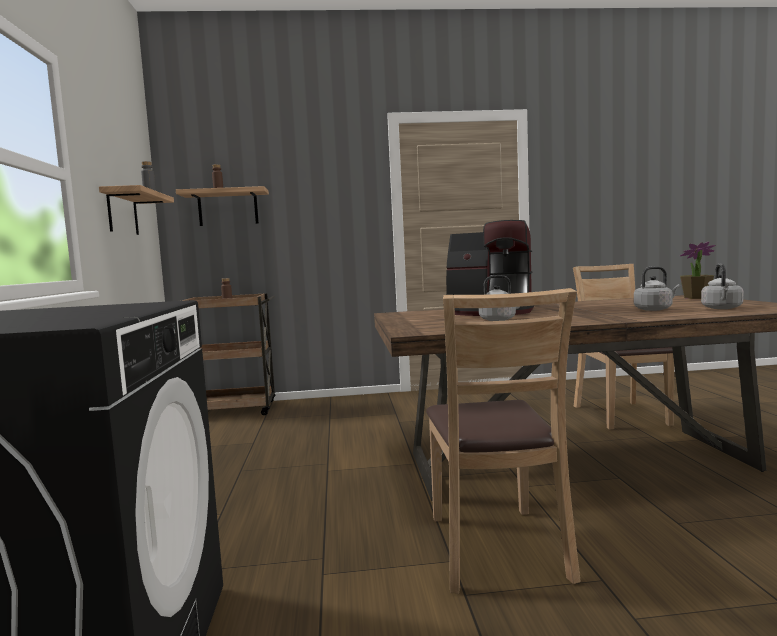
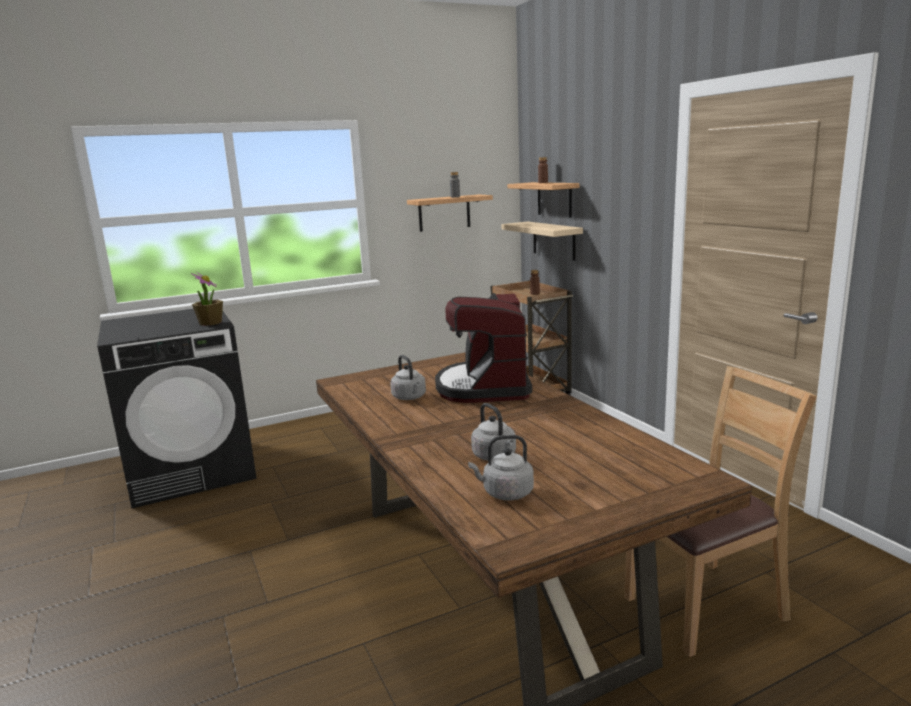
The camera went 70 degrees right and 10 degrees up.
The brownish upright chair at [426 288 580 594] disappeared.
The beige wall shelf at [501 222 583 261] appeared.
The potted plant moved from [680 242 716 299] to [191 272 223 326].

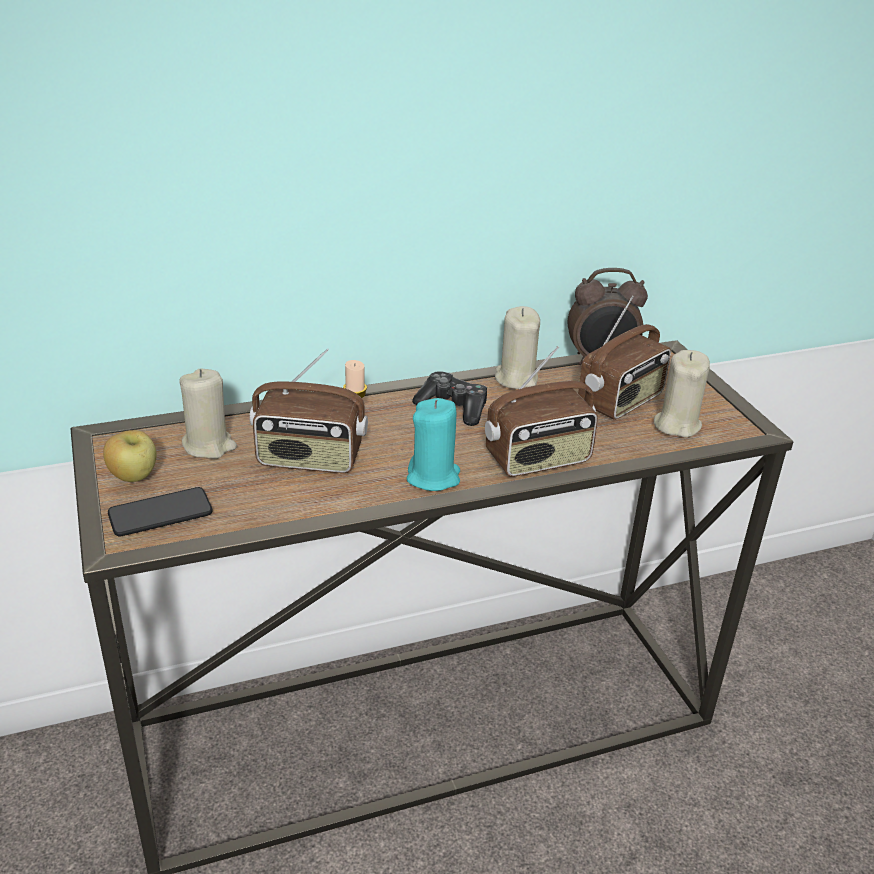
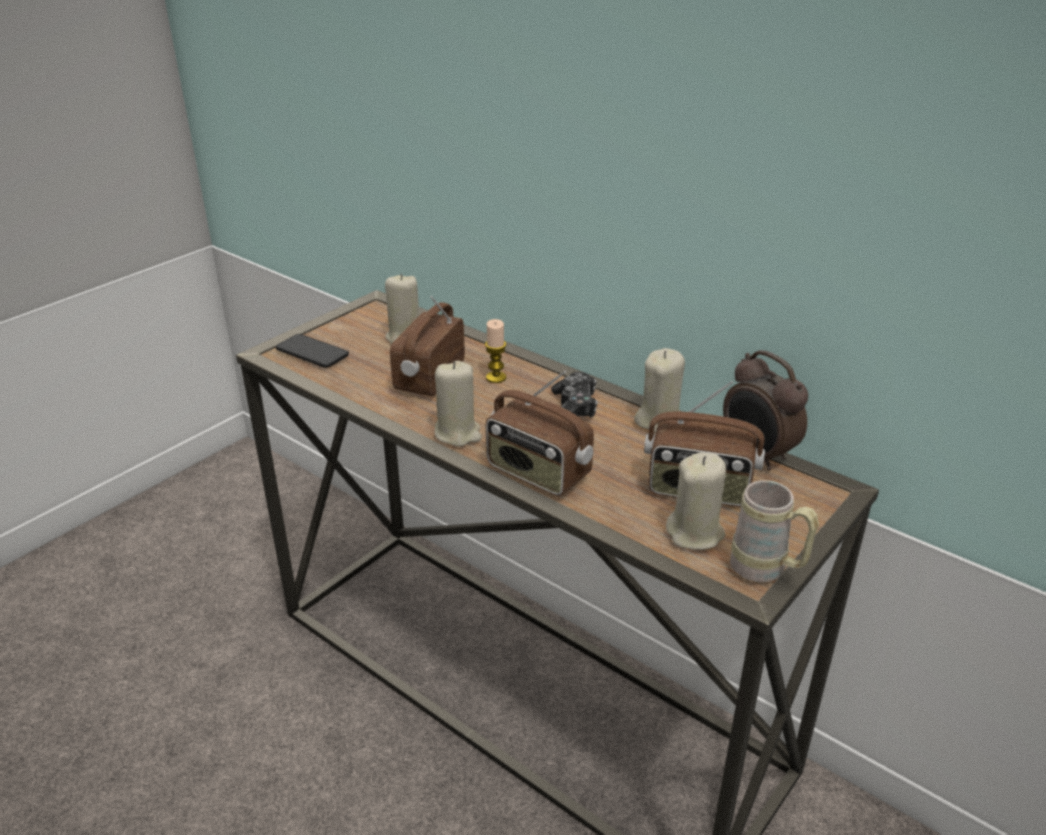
The camera went 60 degrees right and 0 degrees up.
The apple fruit at [103 430 157 482] disappeared.
The beige tea mug at [730 480 819 582] appeared.
The blue-green wax light at [406 398 460 491] became the beige wax light at [435 361 482 447].
The radio set at [249 348 368 473] turned 45 degrees clockwise.

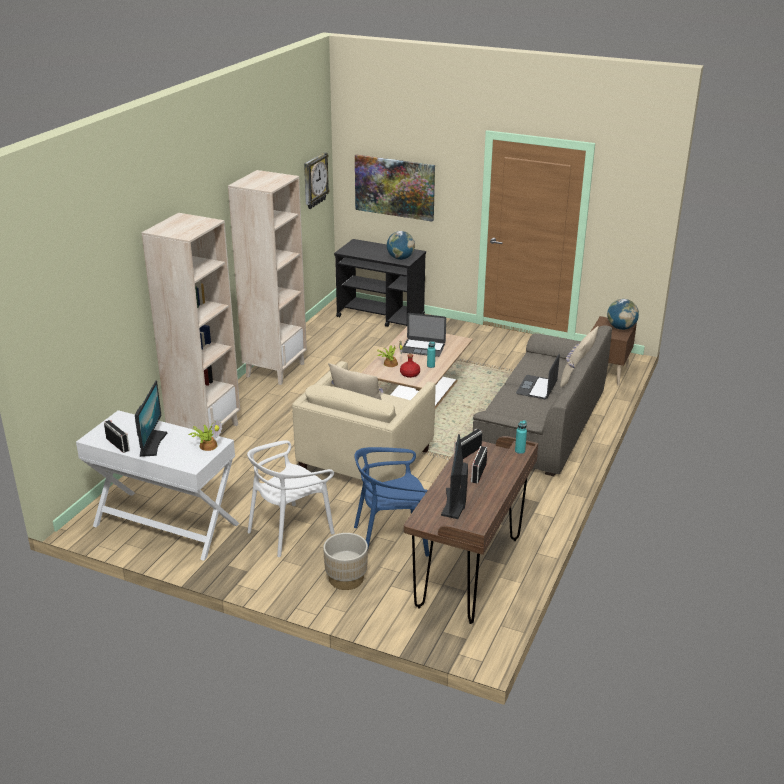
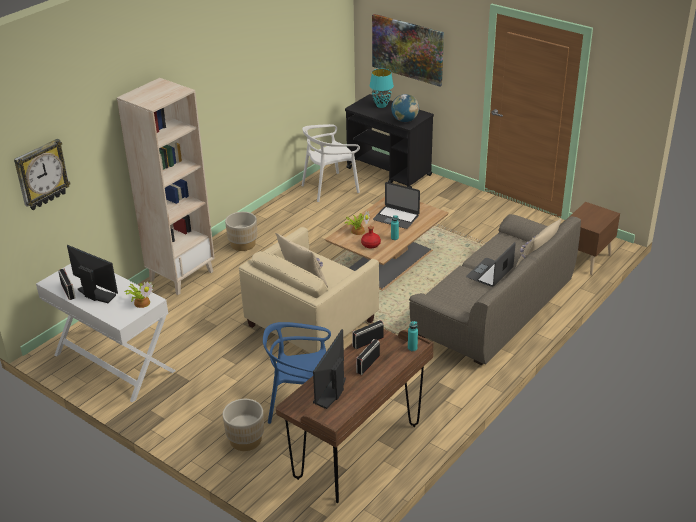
The camera went 15 degrees right and 5 degrees up.
The beige shelving unit at [228 170 307 385] disappeared.
The globe at [607 299 639 330] disappeared.
The beige planter at [225 212 257 251] appeared.
The blue-green tabletop lamp at [369 69 394 108] appeared.
The whitish upright chair moved from [247 440 335 557] to [302 124 360 202].
The clock on the wall moved from [304 152 330 209] to [14 139 70 210].
The computer screen at [135 381 168 457] turned 75 degrees counterclockwise.

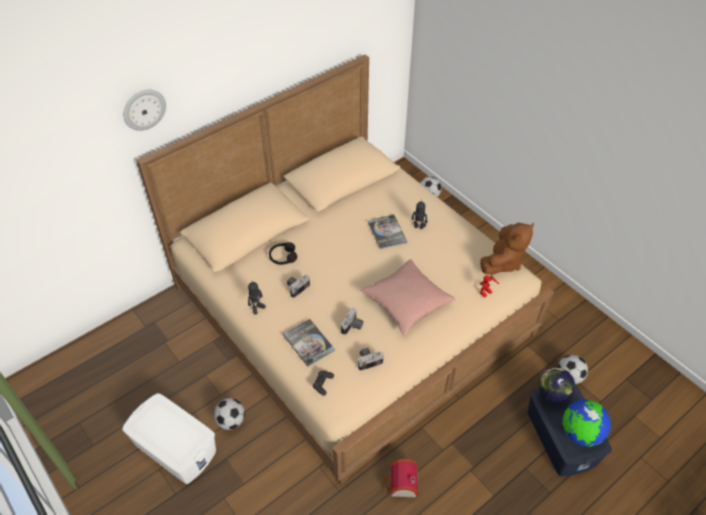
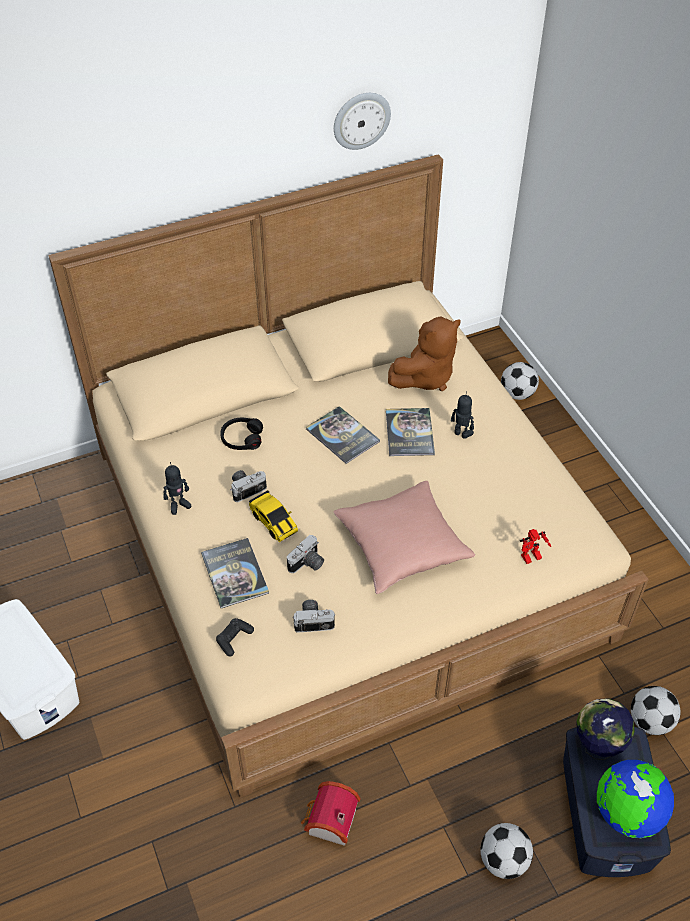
The camera went 15 degrees right and 0 degrees up.
The miniature car at [249 490 298 542] appeared.
The bound book at [306 406 380 464] appeared.
The clock on the wall moved from [123 90 166 131] to [334 93 391 150].
The football moved from [214 398 245 430] to [480 823 533 879].
The brownish soft toy moved from [480 223 534 275] to [388 316 461 391].

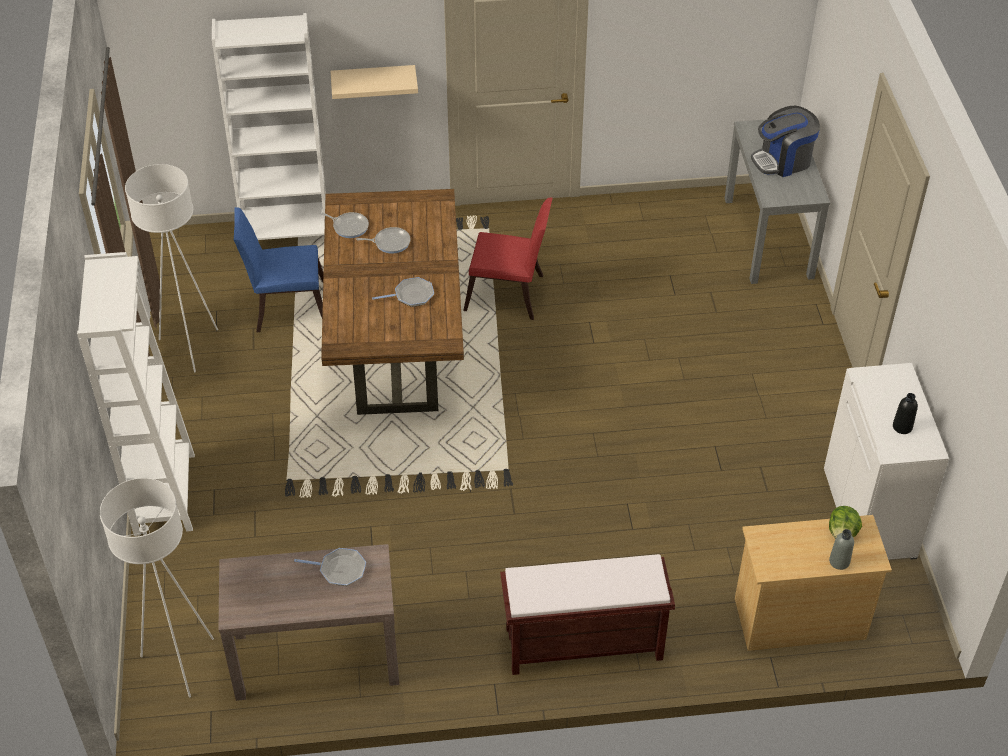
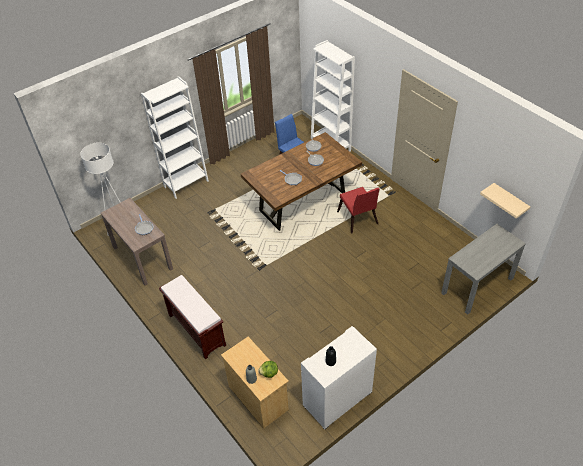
The camera went 60 degrees right and 0 degrees up.
The whitish standing lamp at [125 164 218 373] disappeared.
The coffee maker at [751 106 820 177] disappeared.
The beige wall shelf moved from [330 65 418 99] to [480 183 531 219].

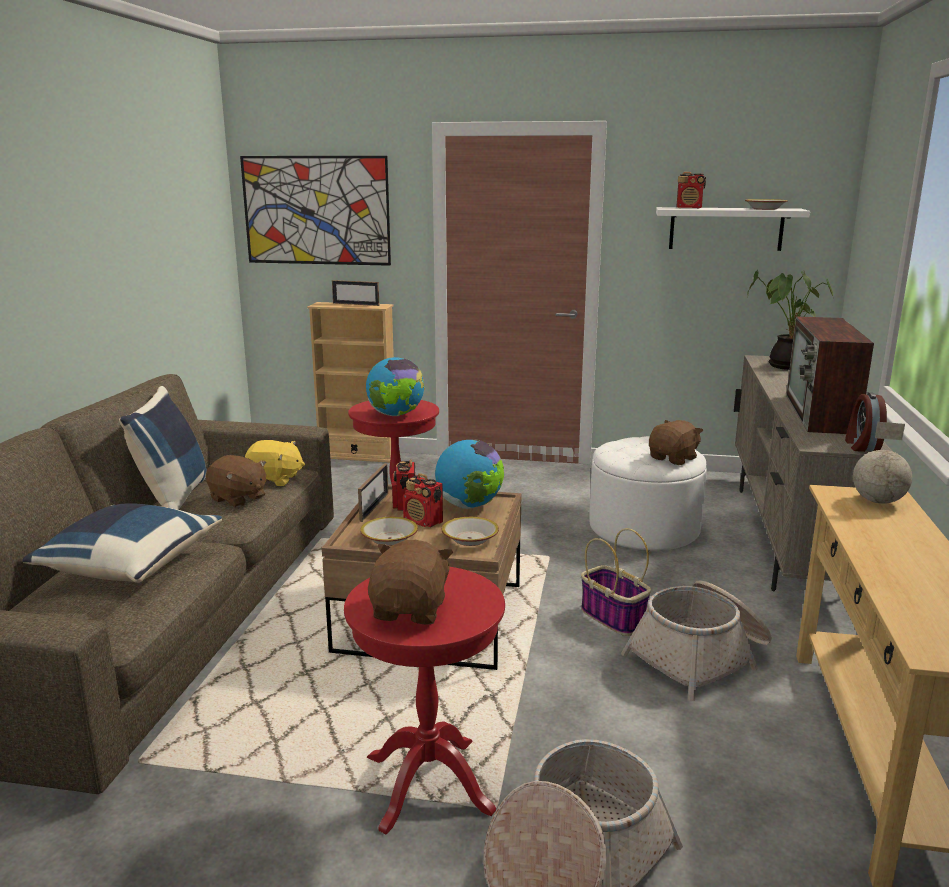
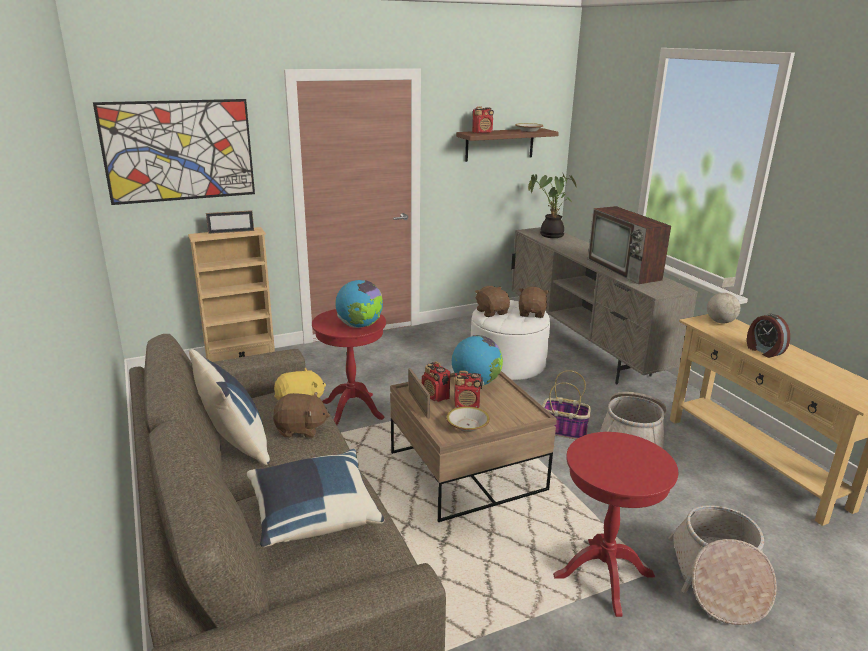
The camera went 35 degrees left and 5 degrees up.
The bowl at [442 517 499 546] disappeared.
The brownish soft toy moved from [368 540 453 625] to [475 286 510 317].
The table clock moved from [845 392 887 452] to [747 313 790 358].
The whitish wall shelf at [656 207 810 251] became the brownish wall shelf at [456 128 559 162].

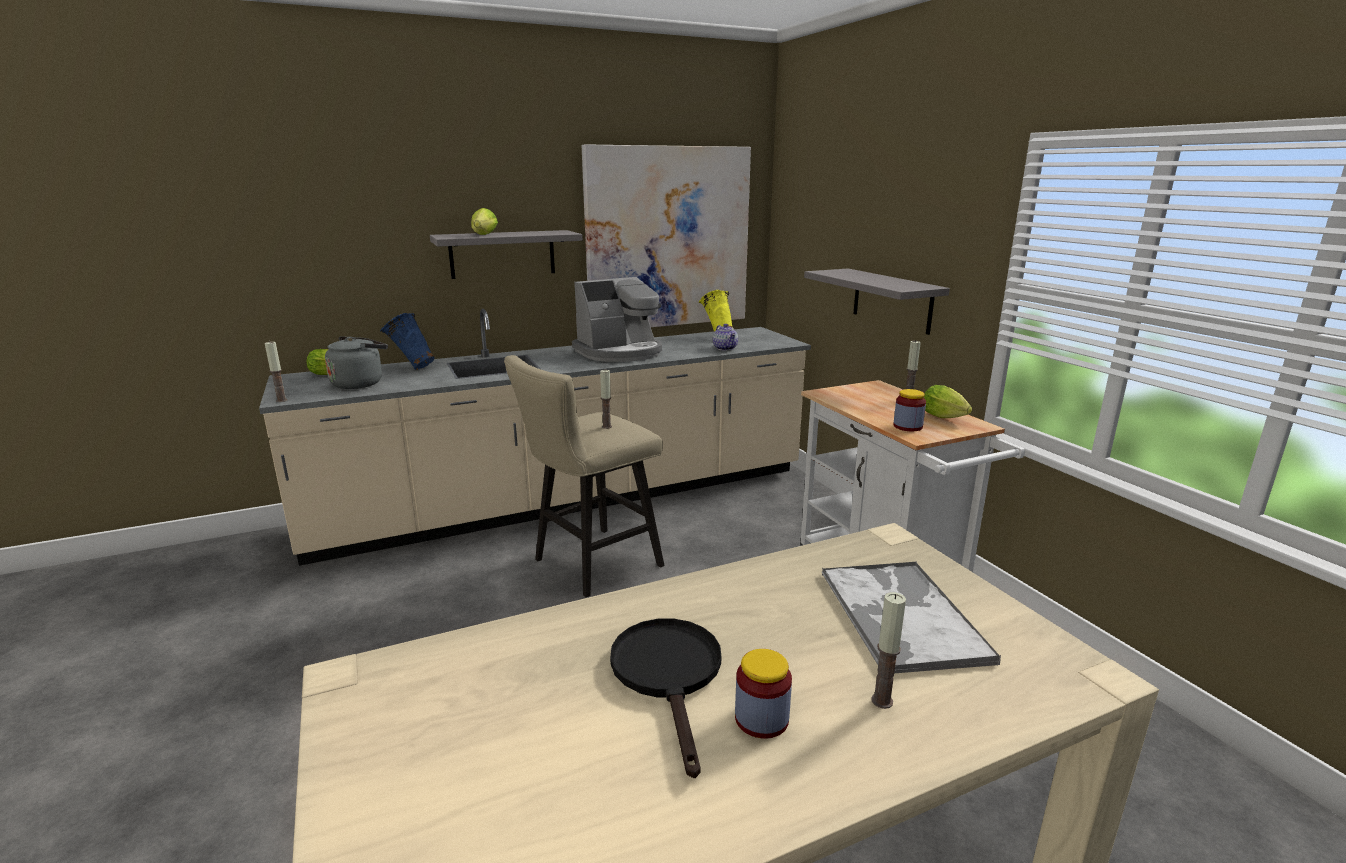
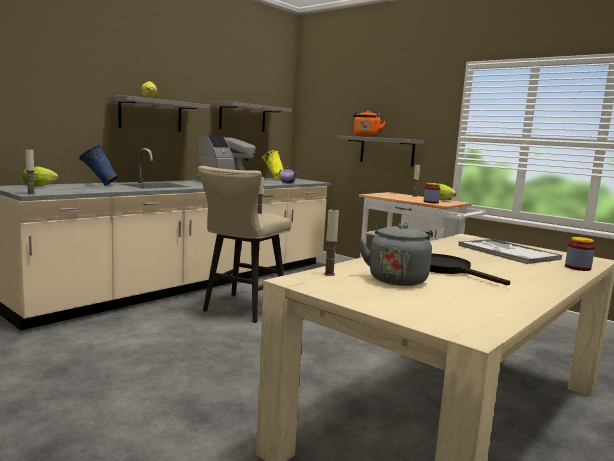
The camera went 25 degrees left and 10 degrees down.
The orange-coloured kettle at [352 111 386 137] appeared.
The grey kettle moved from [325 336 388 389] to [358 223 433 286].
The storage jar moved from [735 649 792 739] to [565 237 595 271].
The wax light moved from [871 592 906 709] to [324 208 339 276].
The wall picture at [582 144 751 327] was replaced by the grey wall shelf at [212 102 291 132].

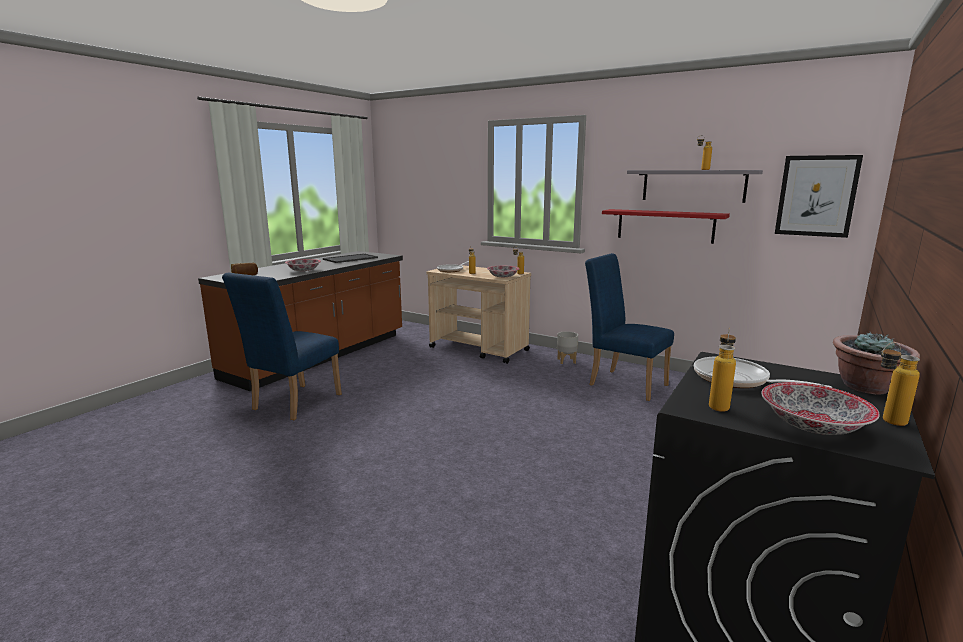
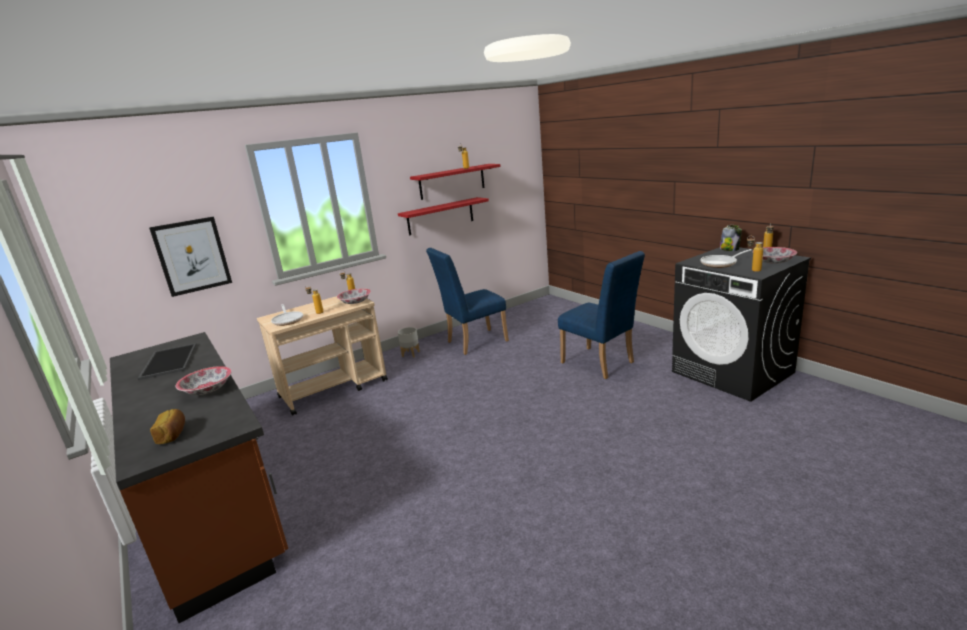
The camera went 65 degrees left and 5 degrees up.
The blue upright chair moved from [222 273 342 420] to [558 251 645 379].
The wall picture moved from [775 155 863 238] to [149 217 232 297].
The potted plant at [833 332 920 394] was replaced by the storage jar at [720 225 742 251].
The grey wall shelf at [627 170 763 203] became the red-coloured wall shelf at [410 164 501 200].

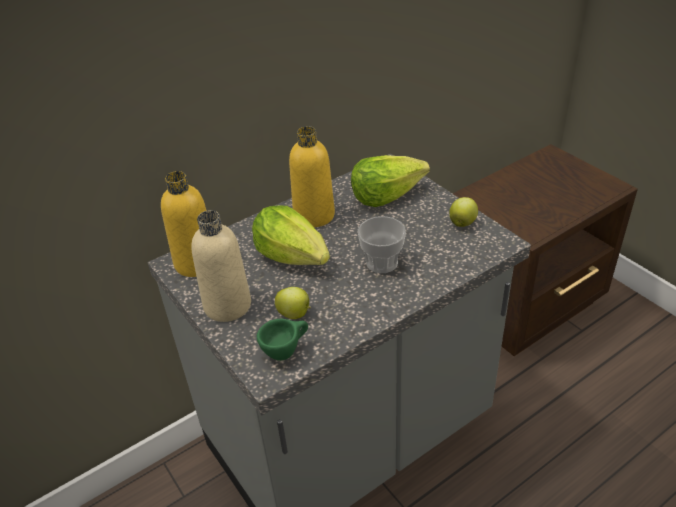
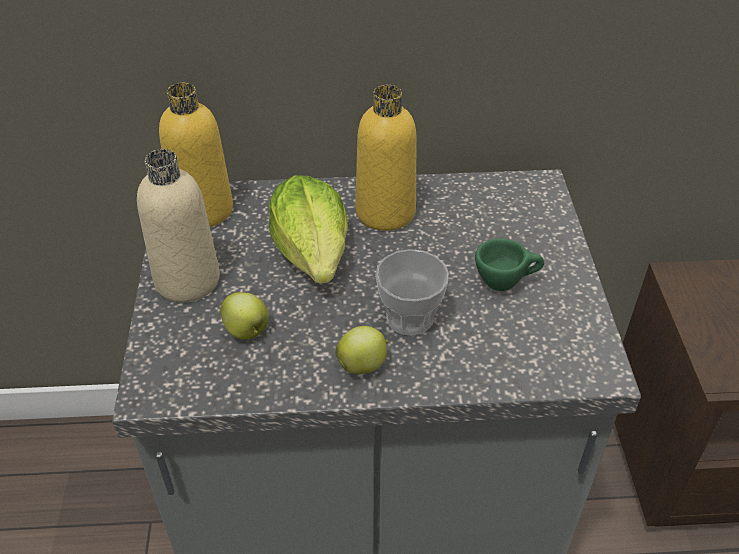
The camera went 30 degrees right and 5 degrees up.
The lettuce at [351 155 430 207] disappeared.
The greenish drinking cup moved from [257 319 308 361] to [475 238 544 291].
The apple fruit moved from [449 197 478 227] to [335 326 389 374].

